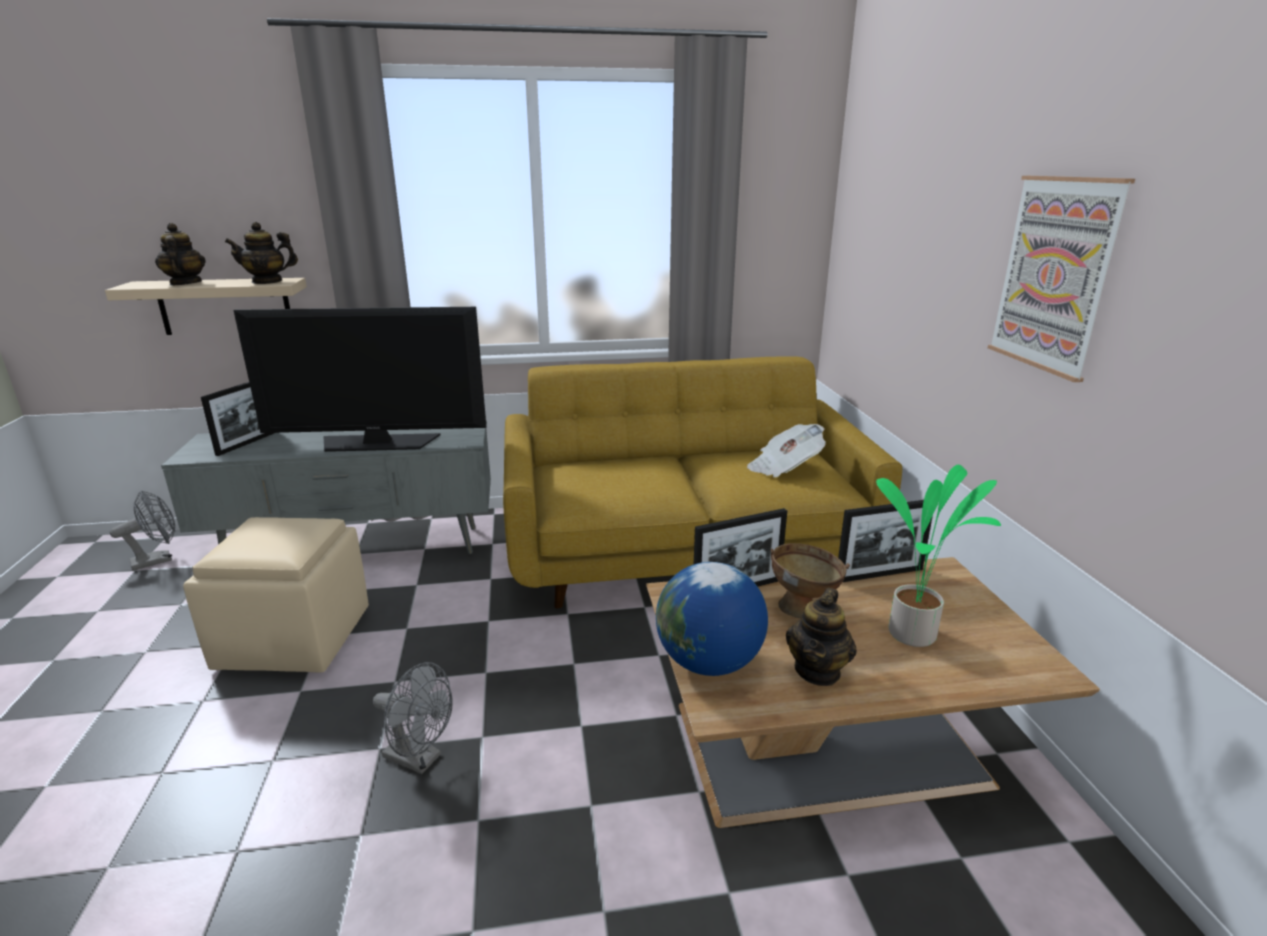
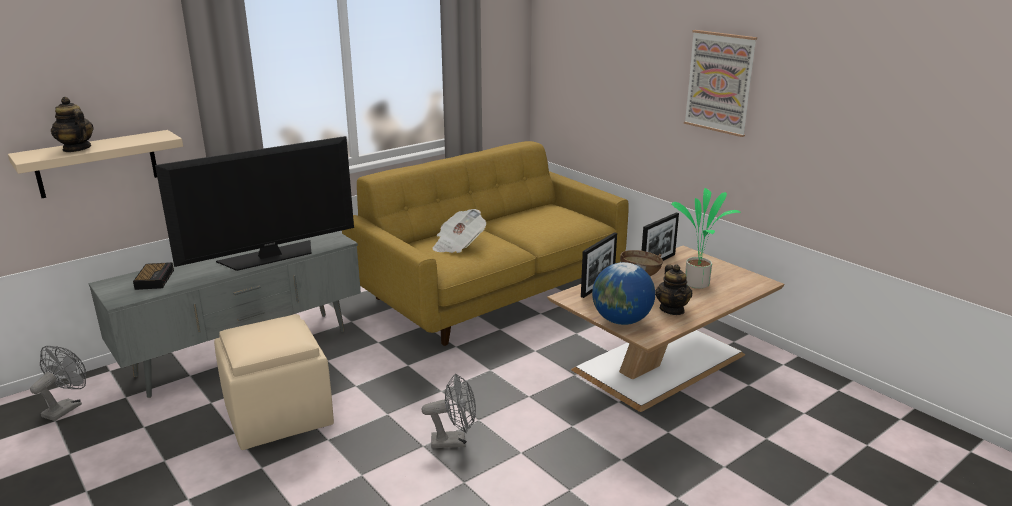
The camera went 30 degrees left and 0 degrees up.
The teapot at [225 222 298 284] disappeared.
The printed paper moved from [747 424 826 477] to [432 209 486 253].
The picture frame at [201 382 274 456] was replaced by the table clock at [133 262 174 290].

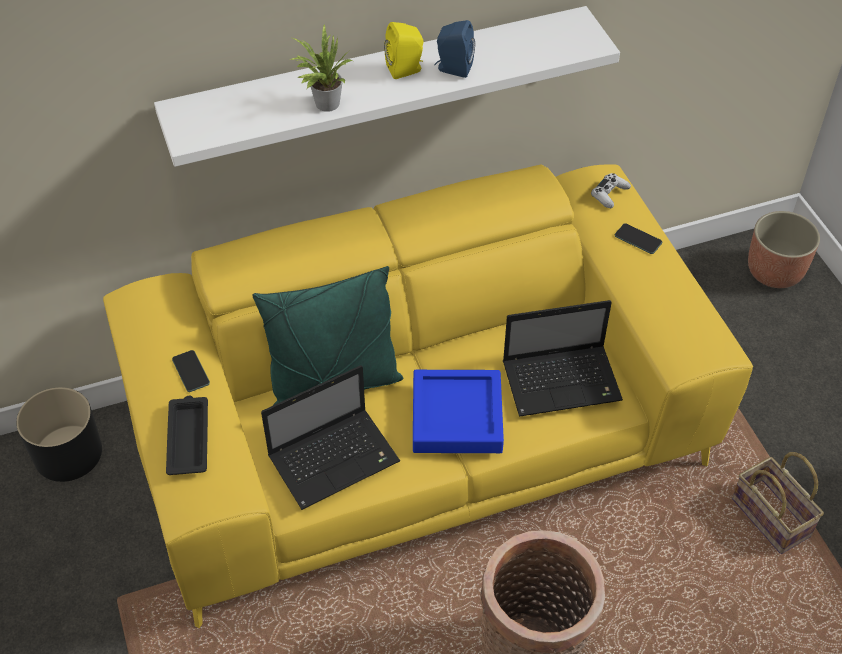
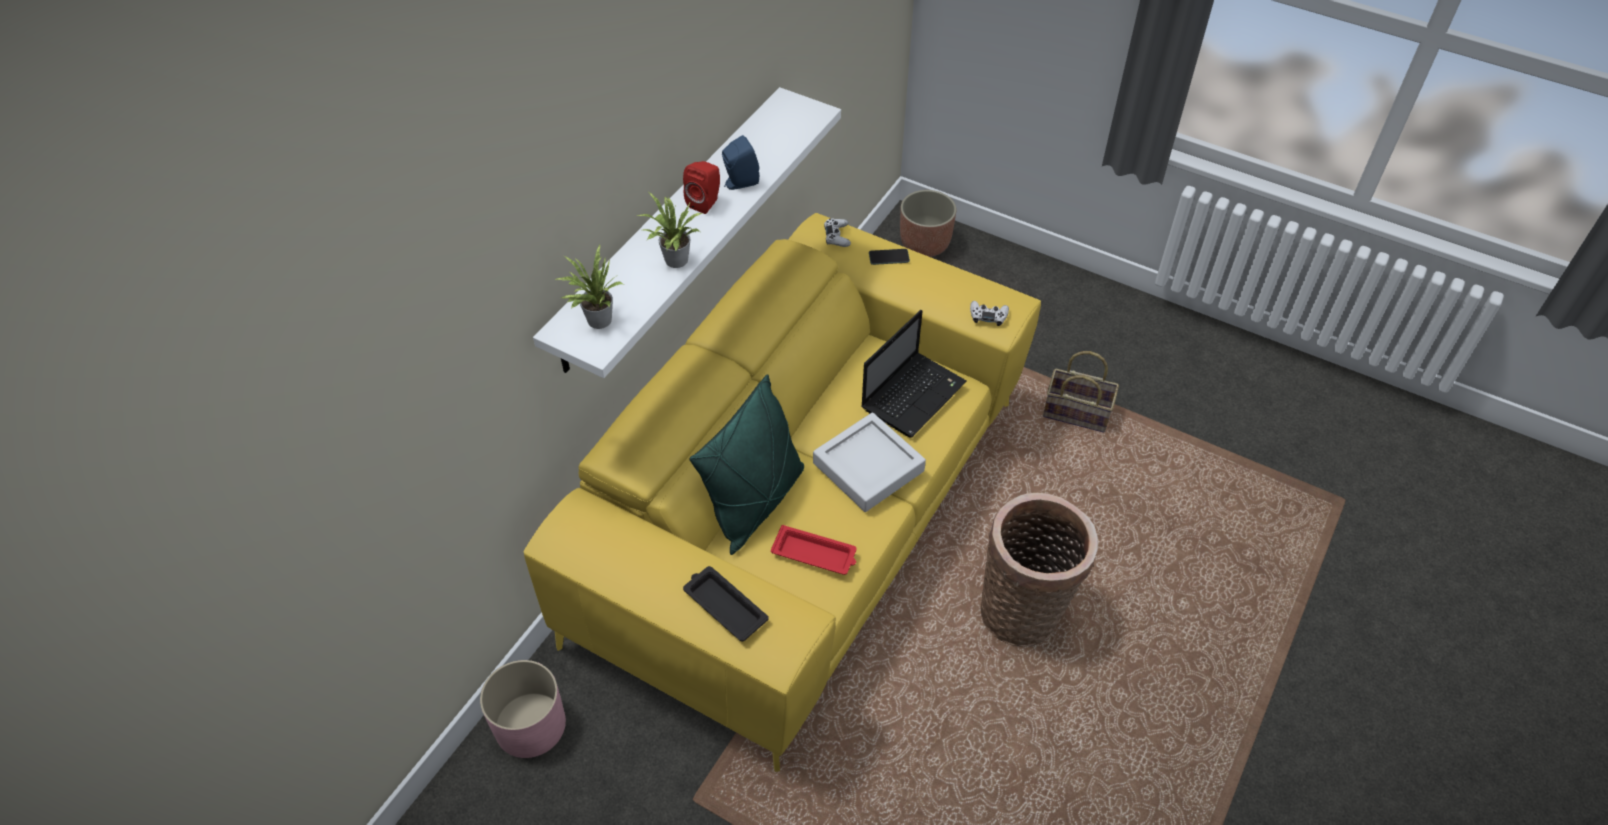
The camera went 40 degrees left and 0 degrees up.
The phone at [172 350 210 392] disappeared.
The potted plant at [555 245 623 329] appeared.
The whitish game controller at [970 301 1009 326] appeared.
The laptop at [261 365 400 510] was replaced by the red-coloured tray at [771 525 857 575].
The blackish planter at [16 387 102 482] became the pink planter at [480 660 566 758].
The yellowish loudspeaker at [384 22 424 79] became the red-coloured loudspeaker at [683 161 720 214].
The blue tray at [413 370 504 453] became the grey tray at [813 412 926 512].

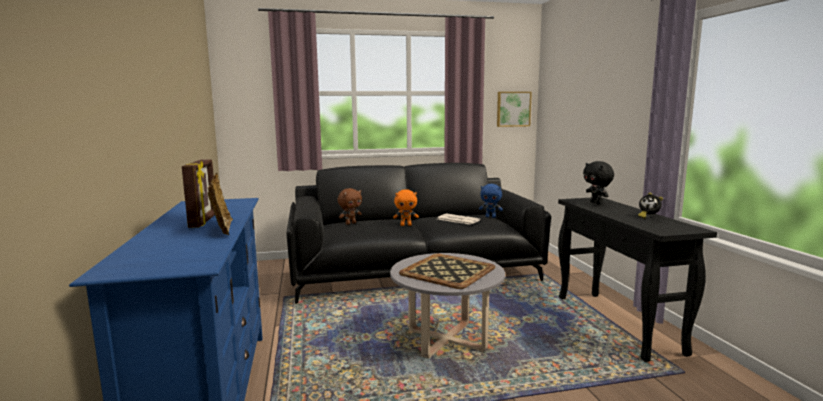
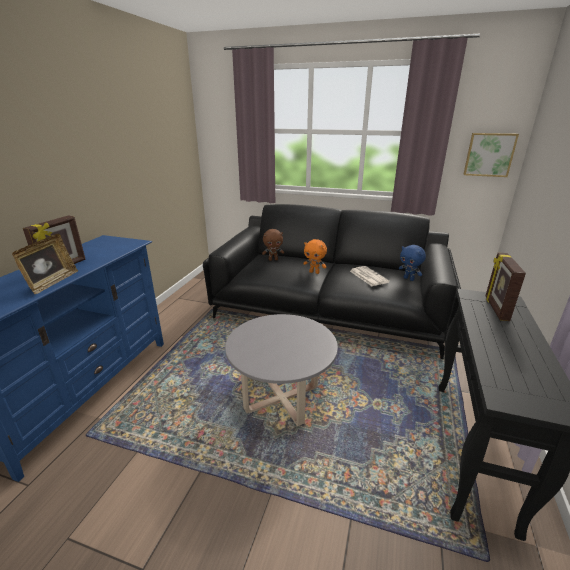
The camera went 30 degrees right and 15 degrees up.
The tray at [399 254 495 289] disappeared.
The table clock at [638 193 663 219] disappeared.
The blackish soft toy at [583 161 614 204] was replaced by the picture frame at [485 252 526 321].

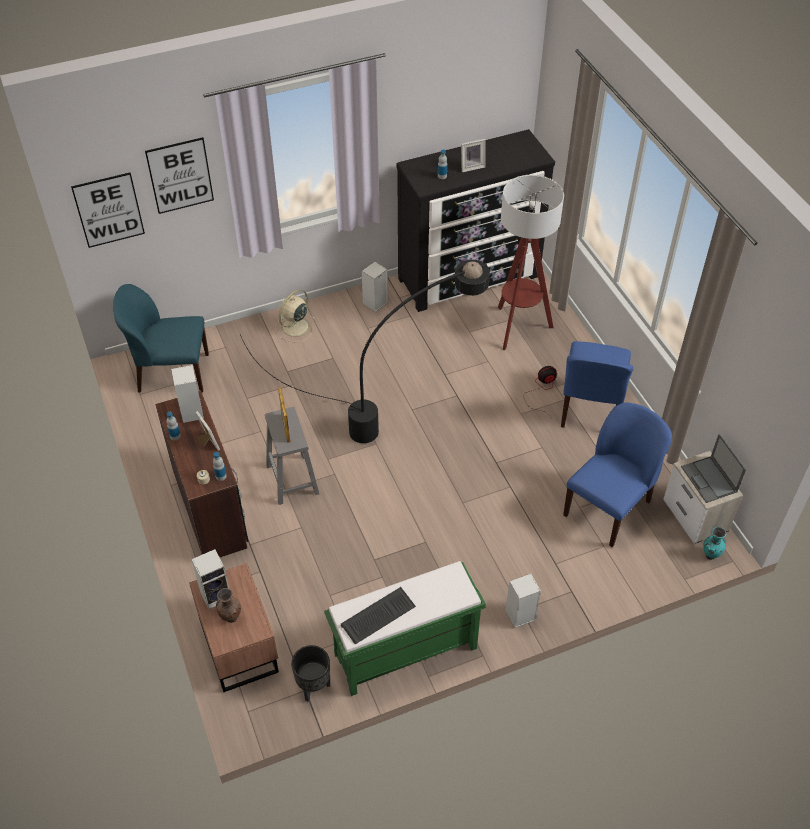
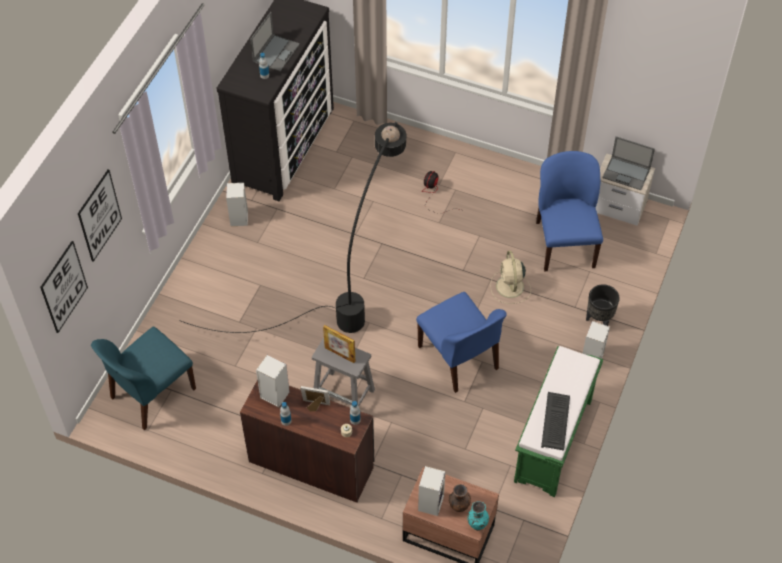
The camera went 45 degrees left and 5 degrees up.
The standing lamp at [498 175 564 351] disappeared.
The beige fan moved from [275 289 315 343] to [490 251 531 304].
The blackish planter moved from [291 645 330 702] to [586 284 620 326].
The blue upright chair moved from [561 341 634 428] to [416 292 507 393].
The blue-green vase moved from [703 527 727 560] to [467 501 489 531].
The picture frame at [461 139 485 172] was replaced by the laptop at [250 12 300 71].

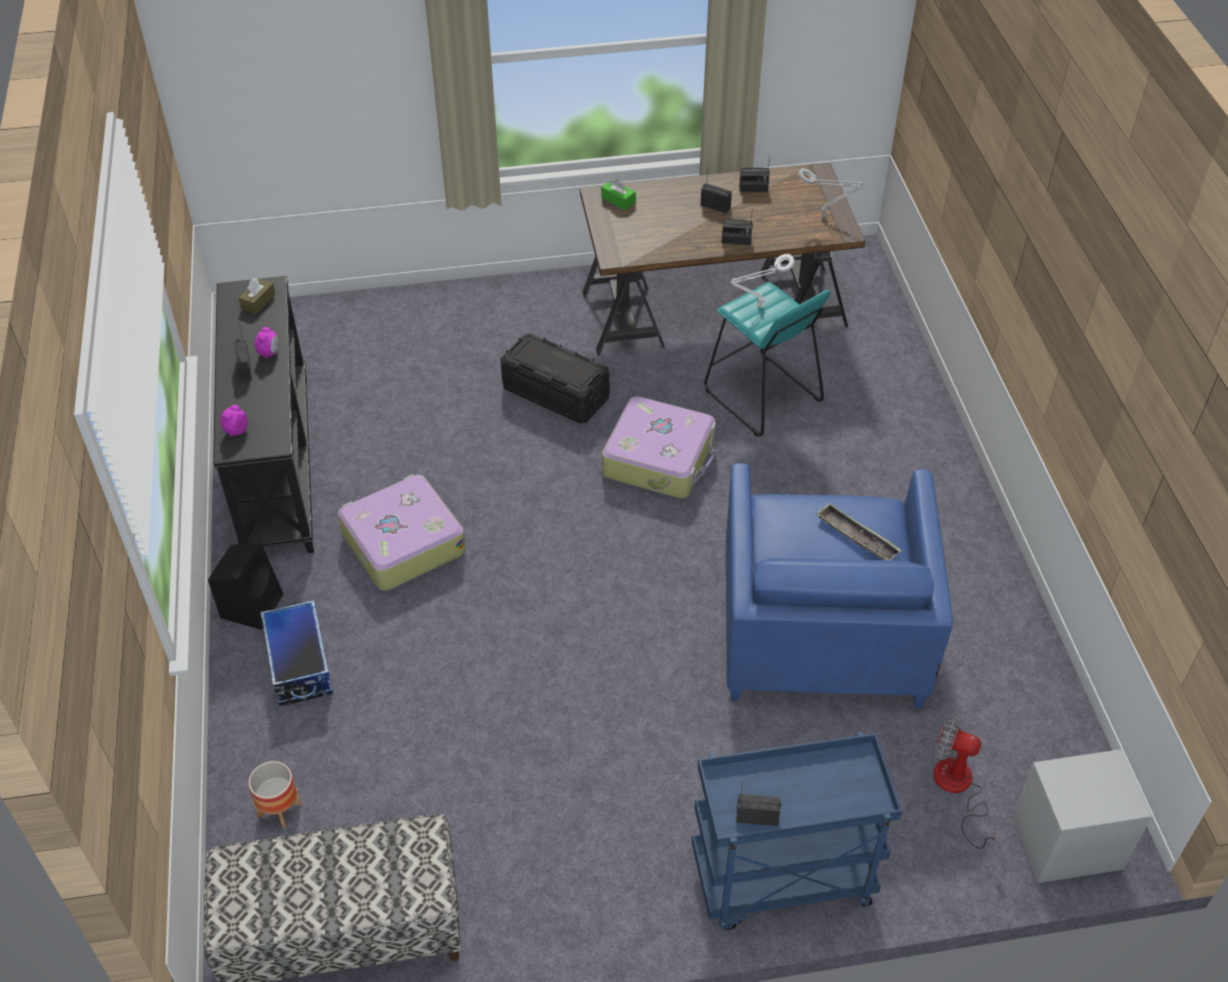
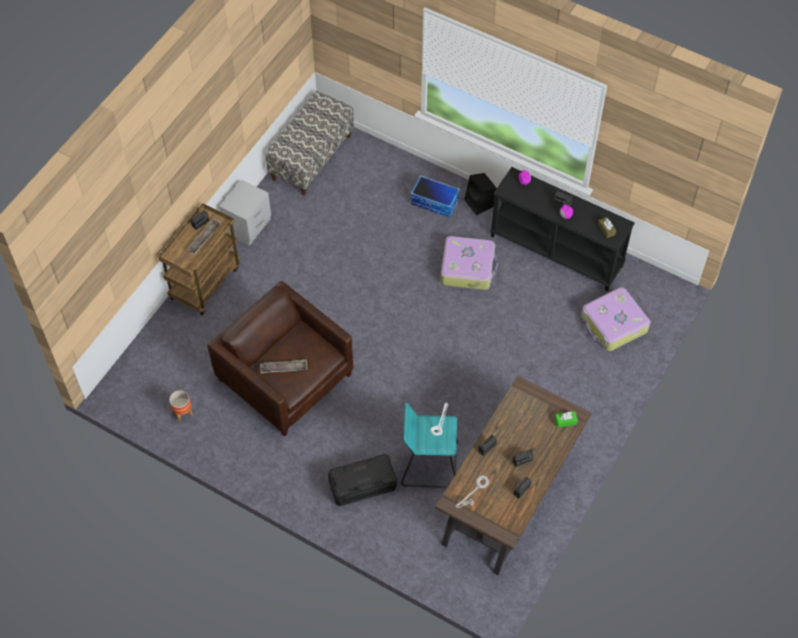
The camera went 130 degrees right and 10 degrees up.
The fan at [933 714 999 849] disappeared.
The tray at [187 218 221 254] appeared.
The planter moved from [248 761 302 828] to [169 390 193 421].
The blackish storage bin moved from [501 334 610 424] to [328 454 397 506].
The suitcase moved from [602 396 716 498] to [581 287 650 351].
The grey night table moved from [1013 749 1152 883] to [219 180 271 246].
The blue trolley at [692 732 902 930] became the brownish trolley at [159 203 240 315].
The blue lounge chair at [726 463 953 708] became the brownish lounge chair at [207 281 353 436].

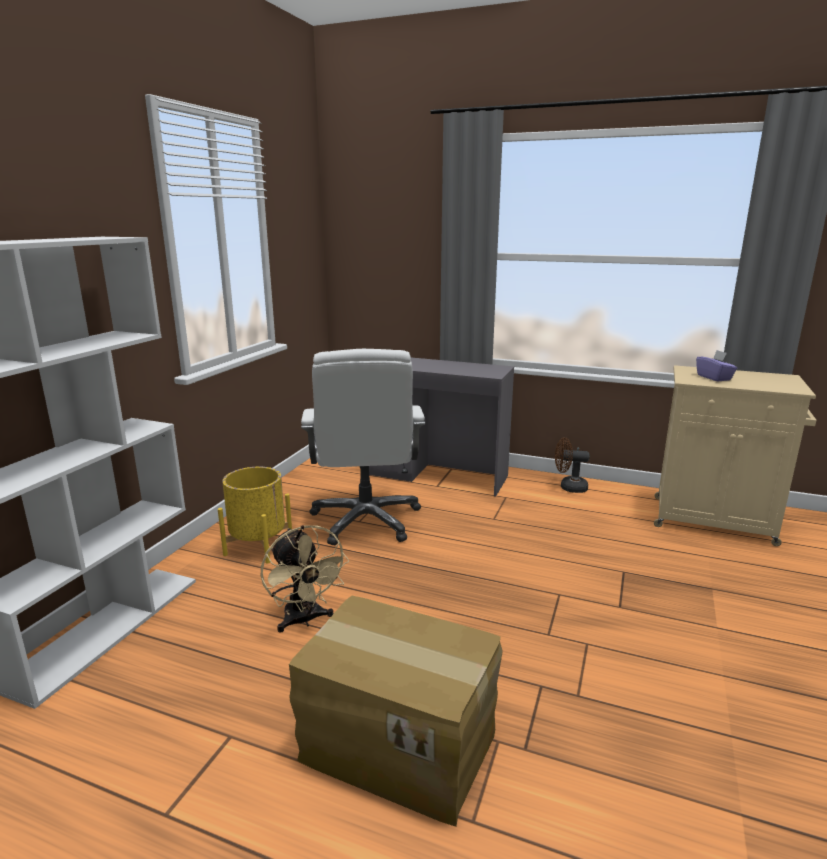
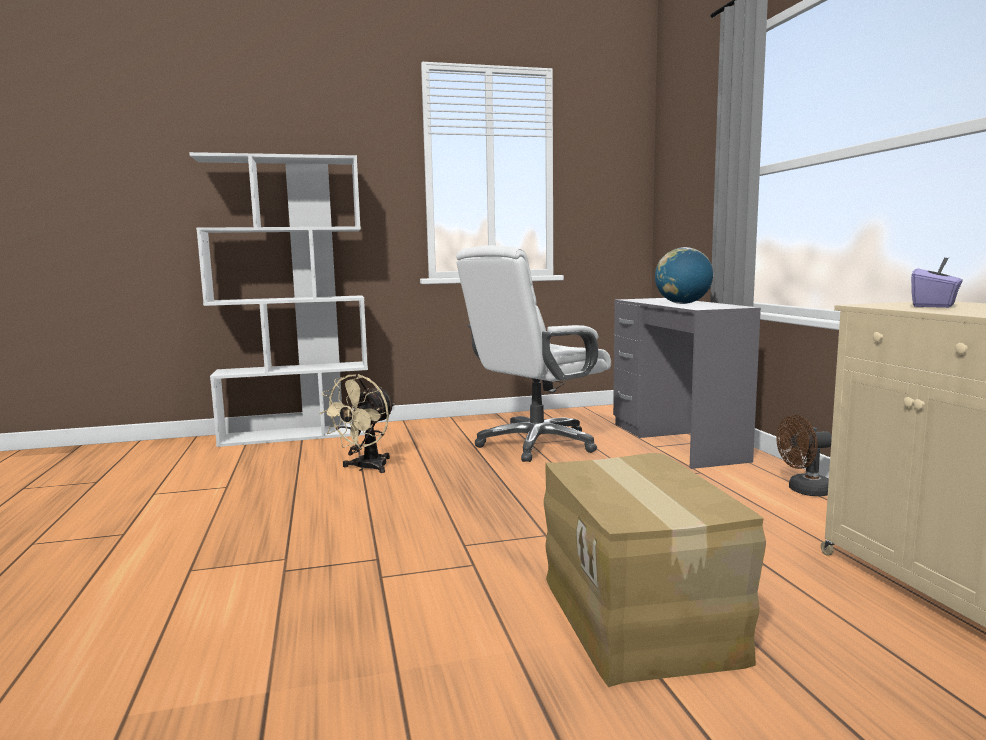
The camera went 55 degrees right and 10 degrees down.
The yellowish planter at [218 467 292 564] disappeared.
The globe at [655 247 713 304] appeared.
The packing box moved from [289 595 503 827] to [544 453 766 687].
The brownish fan at [555 437 590 493] turned 75 degrees counterclockwise.

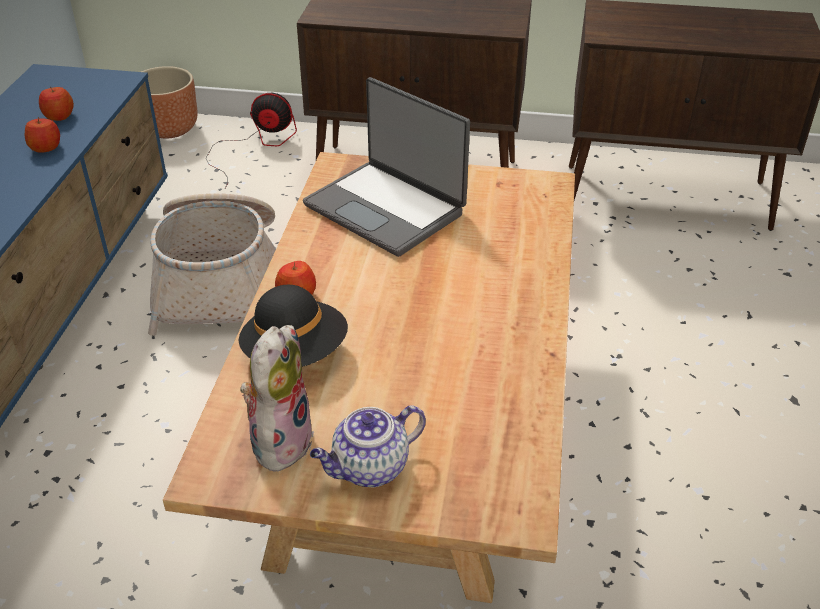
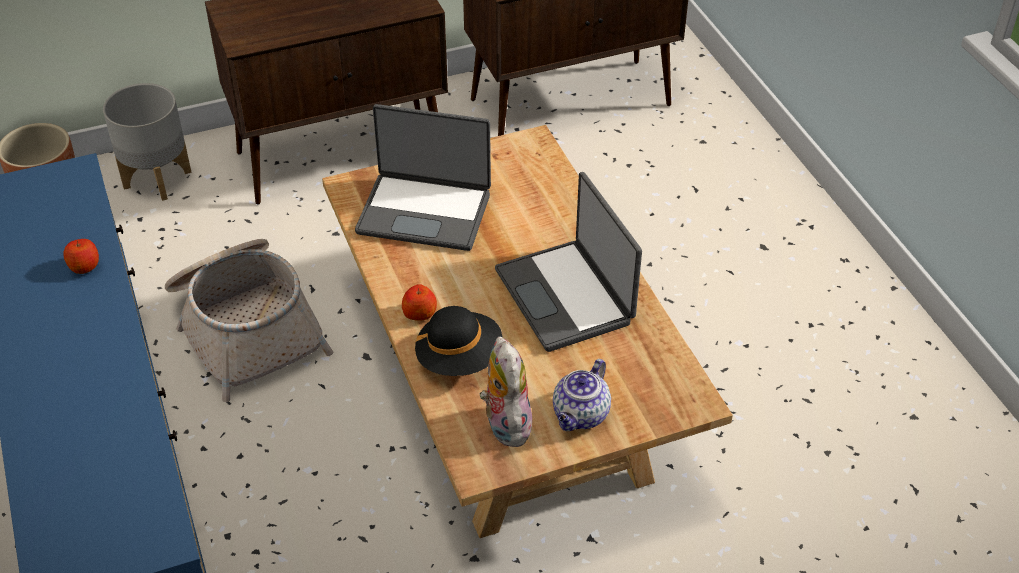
The camera went 30 degrees left and 5 degrees up.
The apple fruit at [39 86 74 121] disappeared.
The laptop at [495 172 642 352] appeared.
The fan at [206 93 297 188] was replaced by the grey planter at [103 83 192 201].

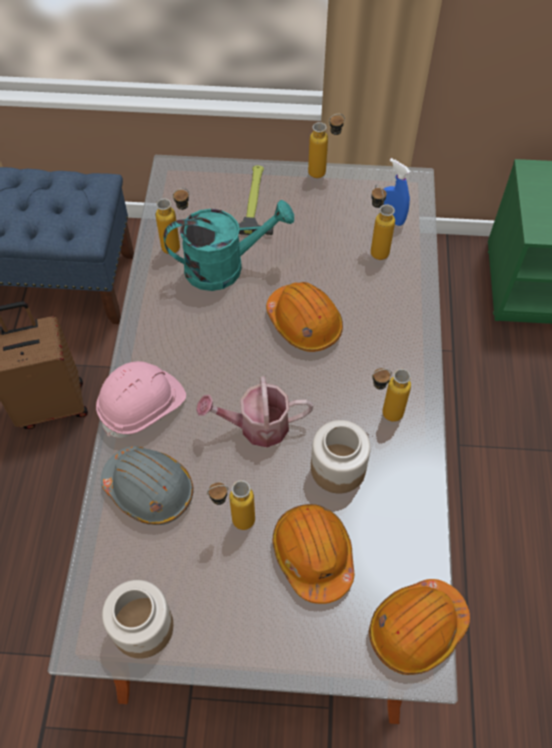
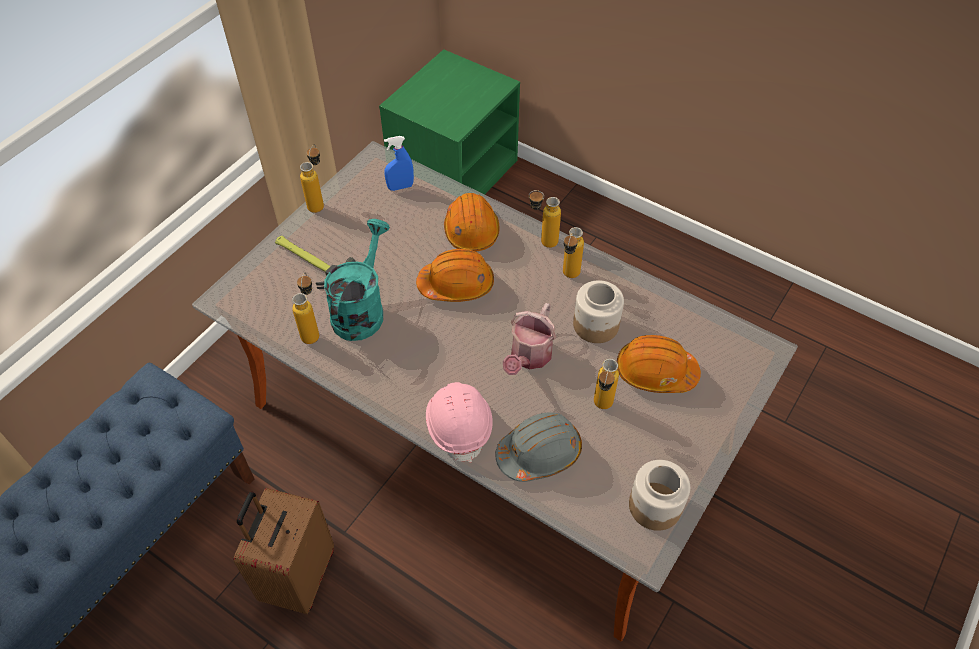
The camera went 60 degrees left and 5 degrees down.
The orange-coloured hard hat moved from [369 579 470 675] to [444 193 499 252].
The bottle moved from [371 184 395 260] to [529 190 561 248].

